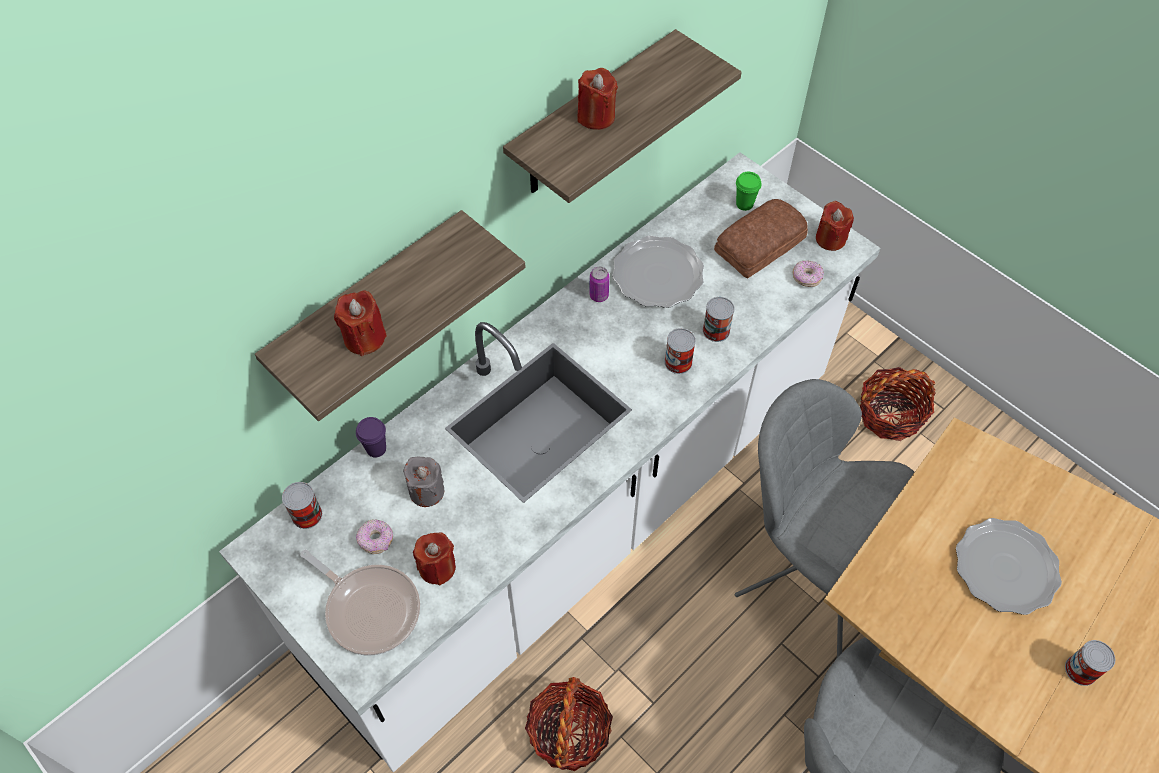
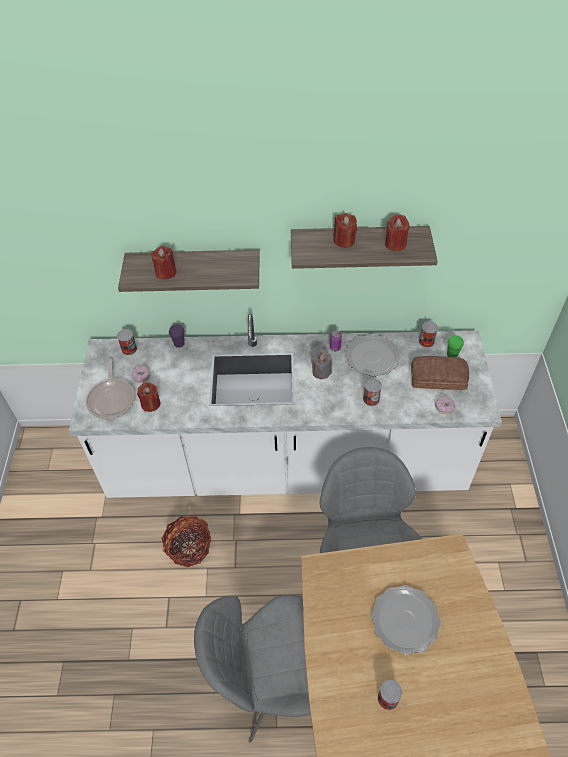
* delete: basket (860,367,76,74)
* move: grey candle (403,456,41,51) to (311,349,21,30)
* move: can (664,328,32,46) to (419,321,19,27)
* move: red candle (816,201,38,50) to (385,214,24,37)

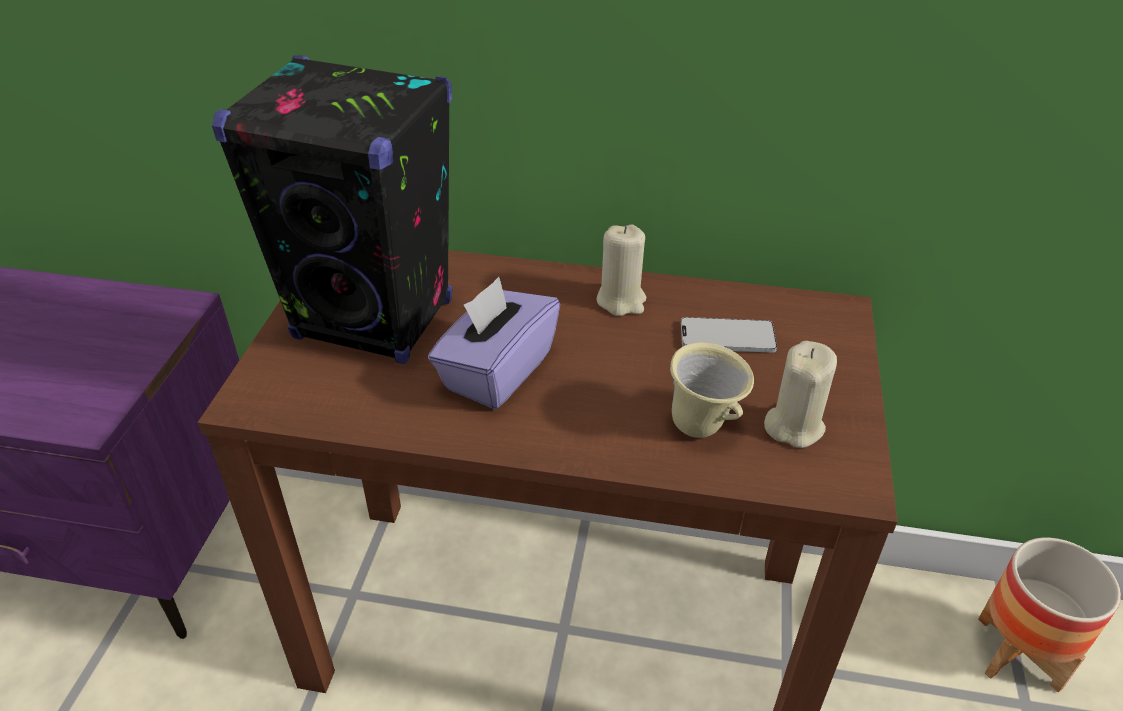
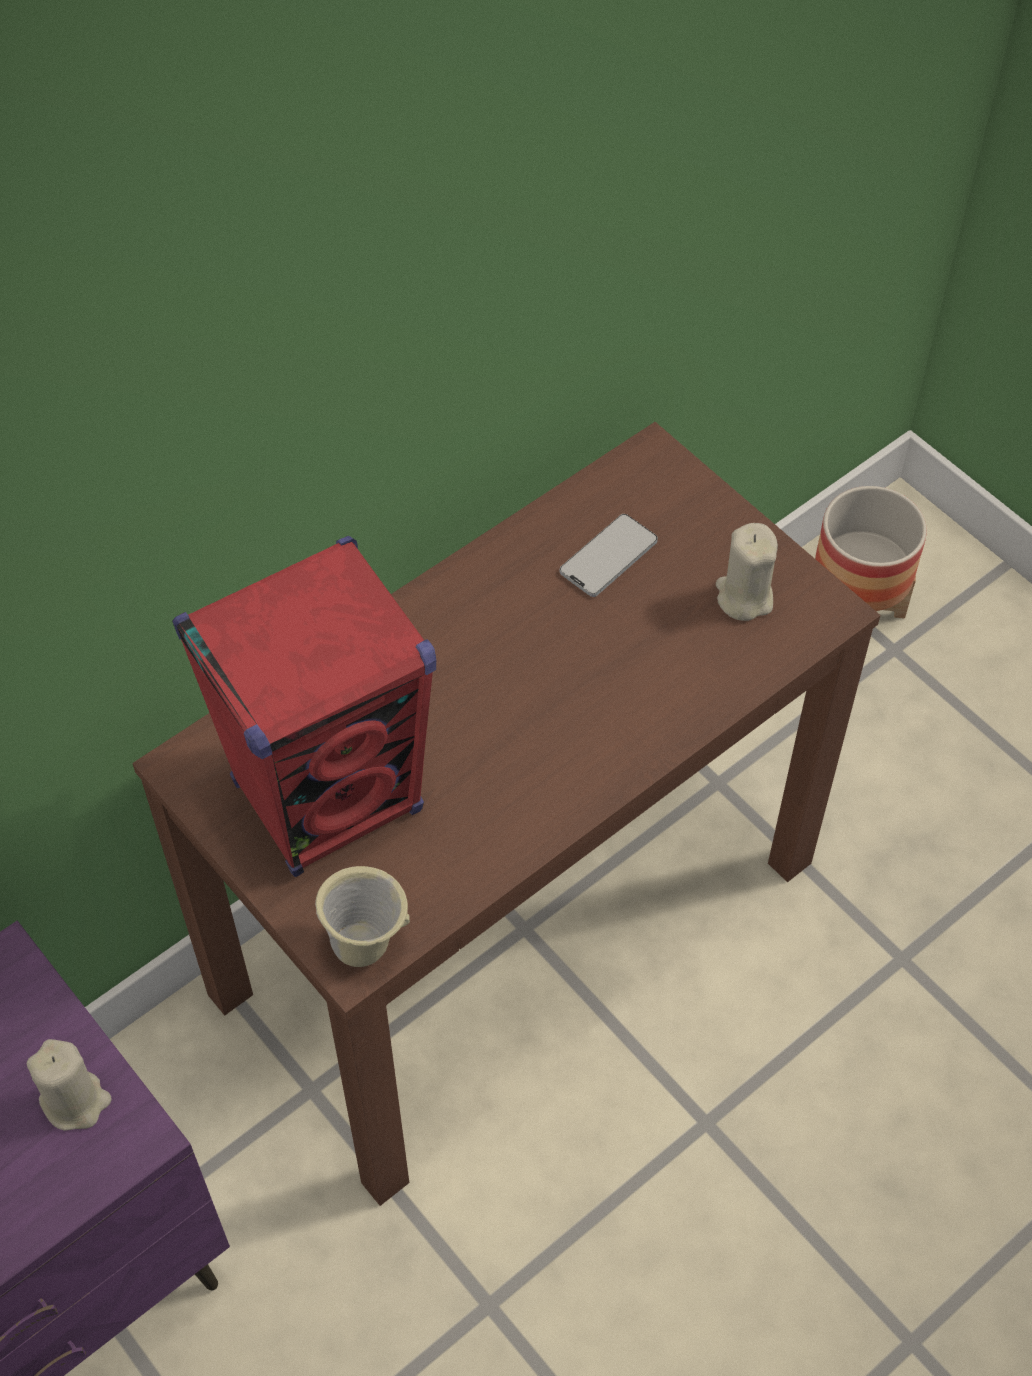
* delete: purple tissue box (428,277,132,132)
* move: beige candle (597,224,49,92) to (27,1039,85,92)
* move: beige mug (670,342,84,96) to (315,866,95,101)
* recolor: black speaker (212,55,240,310) to red speaker (172,536,264,341)

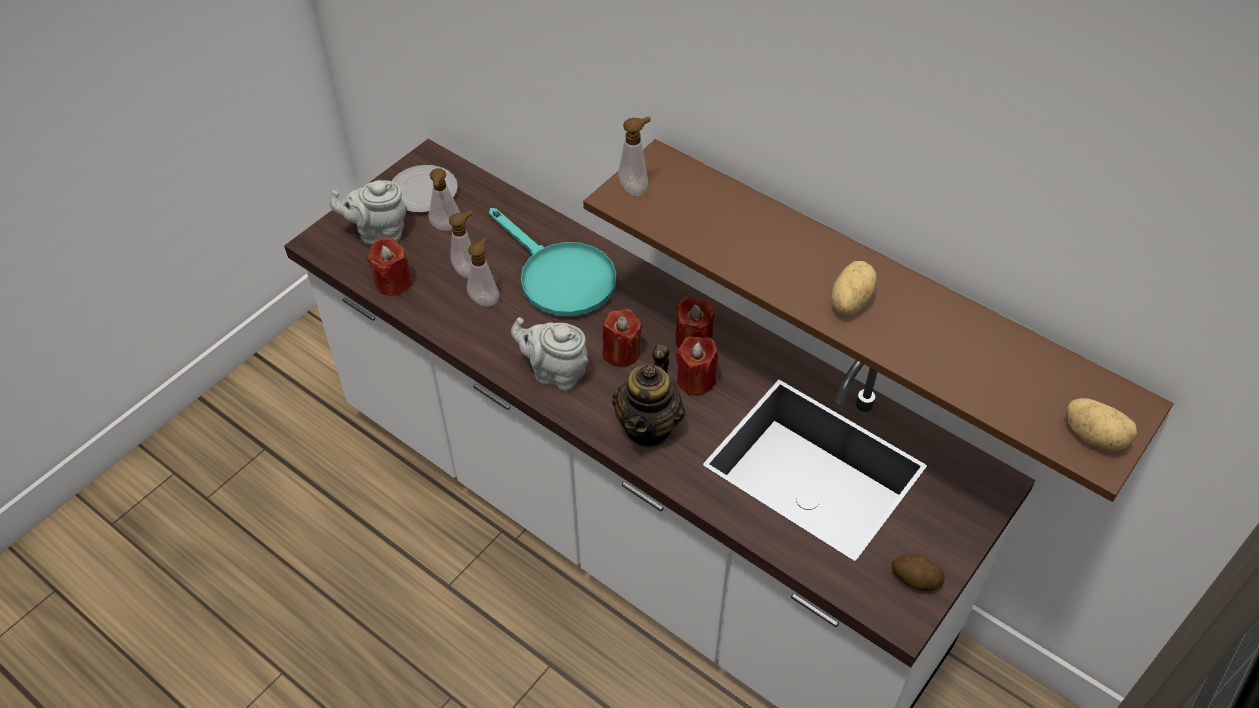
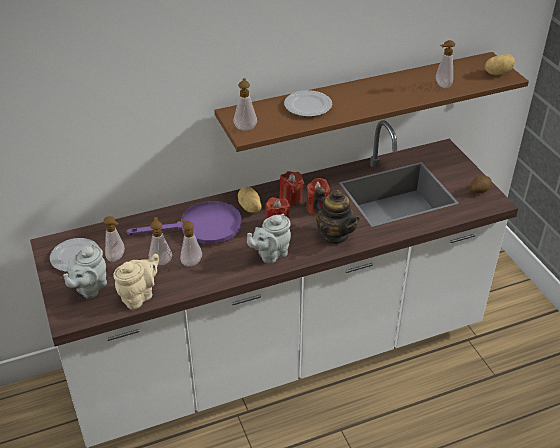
* insert: plate (284,90,48,27)
* insert: soap dispenser (436,40,19,48)
* move: potato (831,261,46,54) to (238,187,24,26)
* replace: red candle (367,237,45,59) to beige teapot (113,254,46,55)
* recolor: turquoise frying pan (489,208,127,109) to purple frying pan (127,201,115,43)

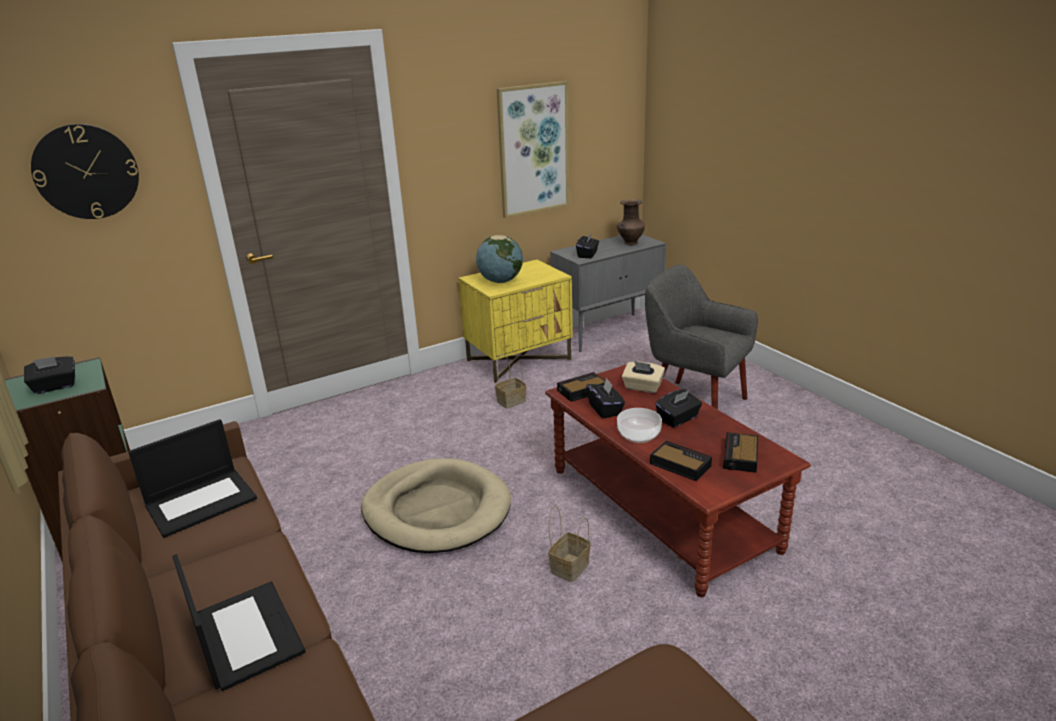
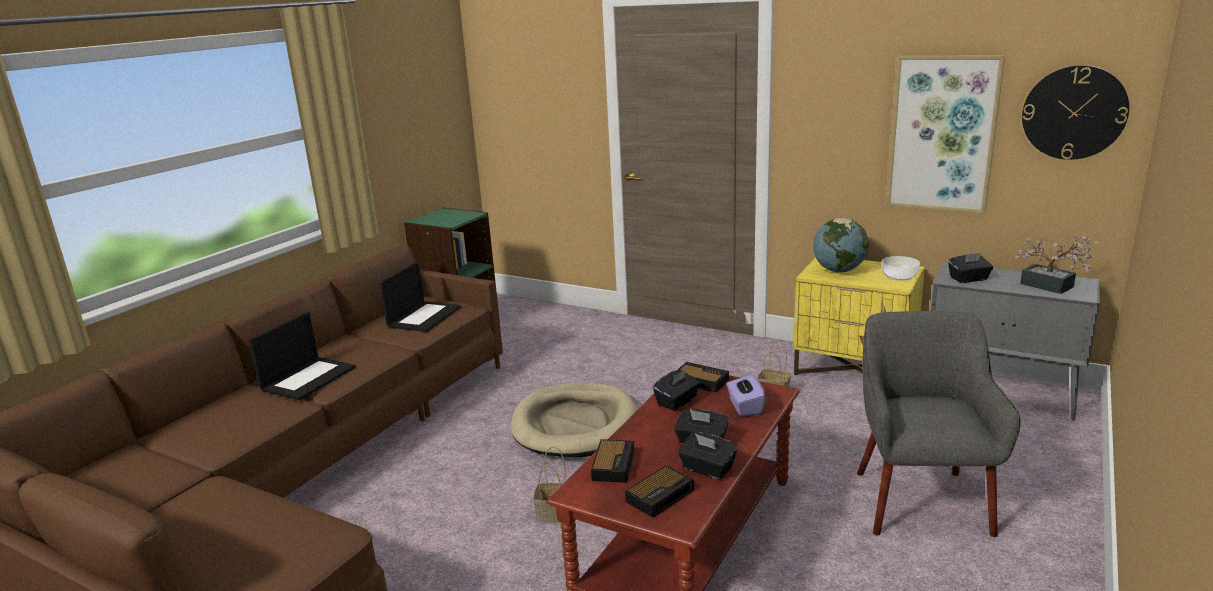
* move: black tissue box (24,356,51,38) to (678,432,60,47)
* move: wall clock (31,124,108,95) to (1022,65,107,95)
* move: bowl (617,408,45,35) to (881,256,39,25)
* replace: brown vase (617,199,28,46) to potted plant (1015,235,83,59)
* recolor: beige tissue box (622,361,43,32) to purple tissue box (726,373,40,43)
* rotate: laptop (128,419,129,119) = (379,261,82,71) 90 degrees counterclockwise
* rotate: alarm clock (723,432,35,41) = (625,466,69,52) 150 degrees clockwise

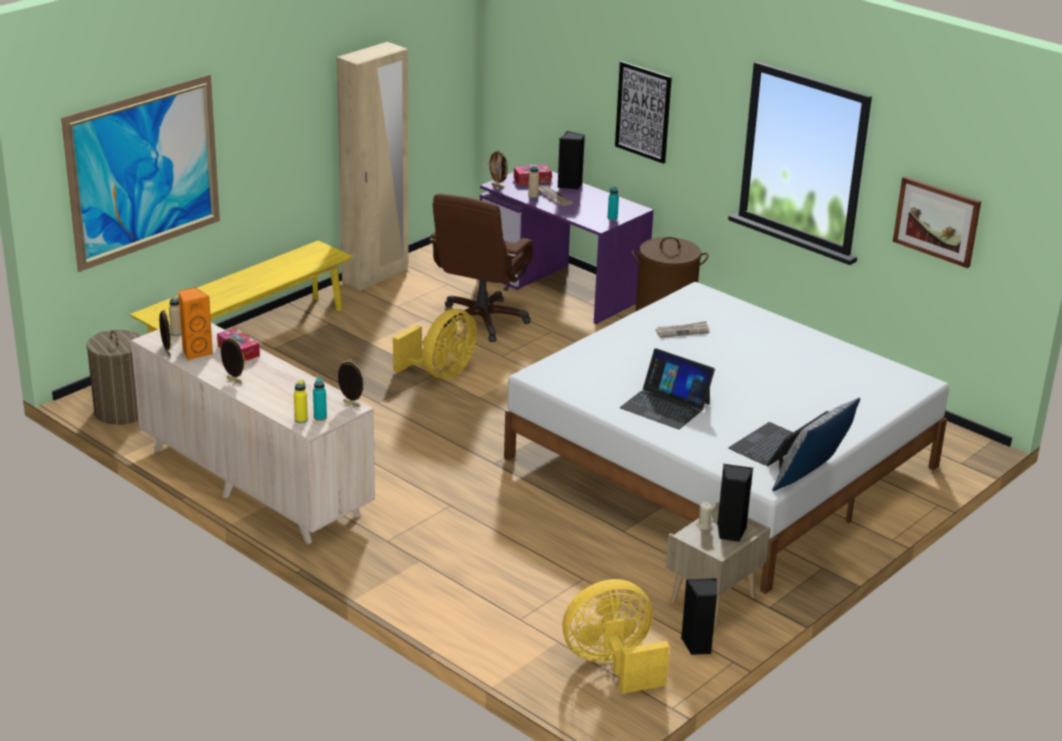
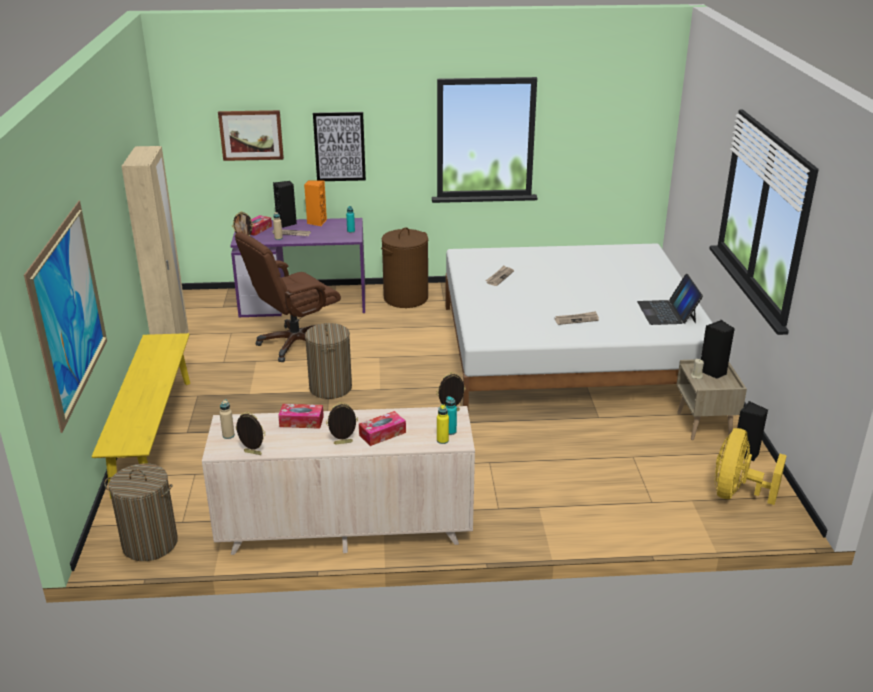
* delete: pillow (772,397,88,94)
* insert: tissue box (359,411,47,35)
* move: orange speaker (178,287,35,73) to (304,180,23,46)
* move: picture (893,176,88,92) to (218,110,66,51)
* replace: yellow fan (393,309,84,70) to laundry basket (305,323,47,76)
* replace: laptop (620,348,95,81) to newspaper (554,311,45,14)
* rotate: brown office chair (429,194,104,148) = (235,232,106,130) 75 degrees clockwise

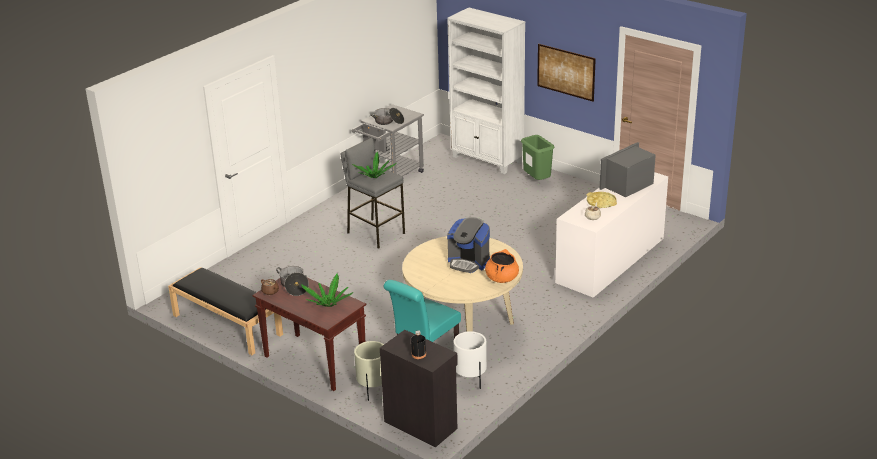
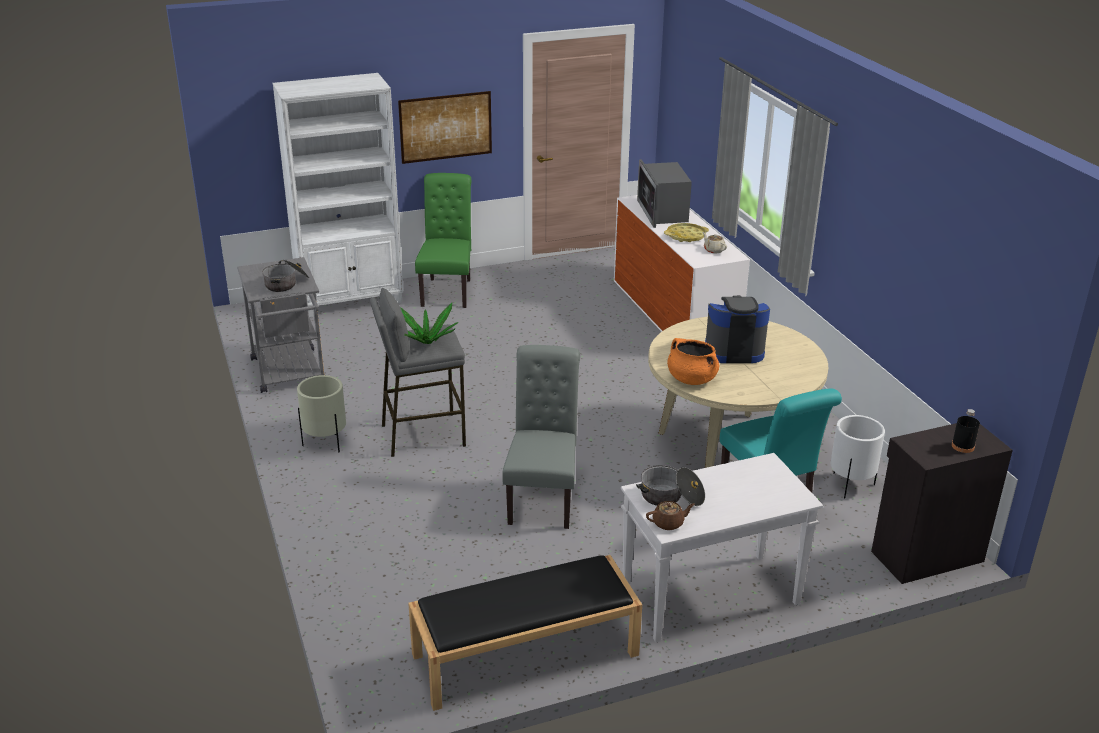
* delete: potted plant (301,273,52,34)
* insert: grey chair (502,345,78,184)
* move: beige planter (354,341,30,60) to (297,375,49,77)
* move: orange cooking pot (485,249,34,34) to (667,338,52,47)
* replace: green trash can (521,135,33,45) to green chair (415,173,57,135)
* recolor: brown console table (252,278,114,113) to white console table (621,453,202,189)
* rotate: coffee machine (447,217,43,56) = (705,296,65,67) 150 degrees counterclockwise

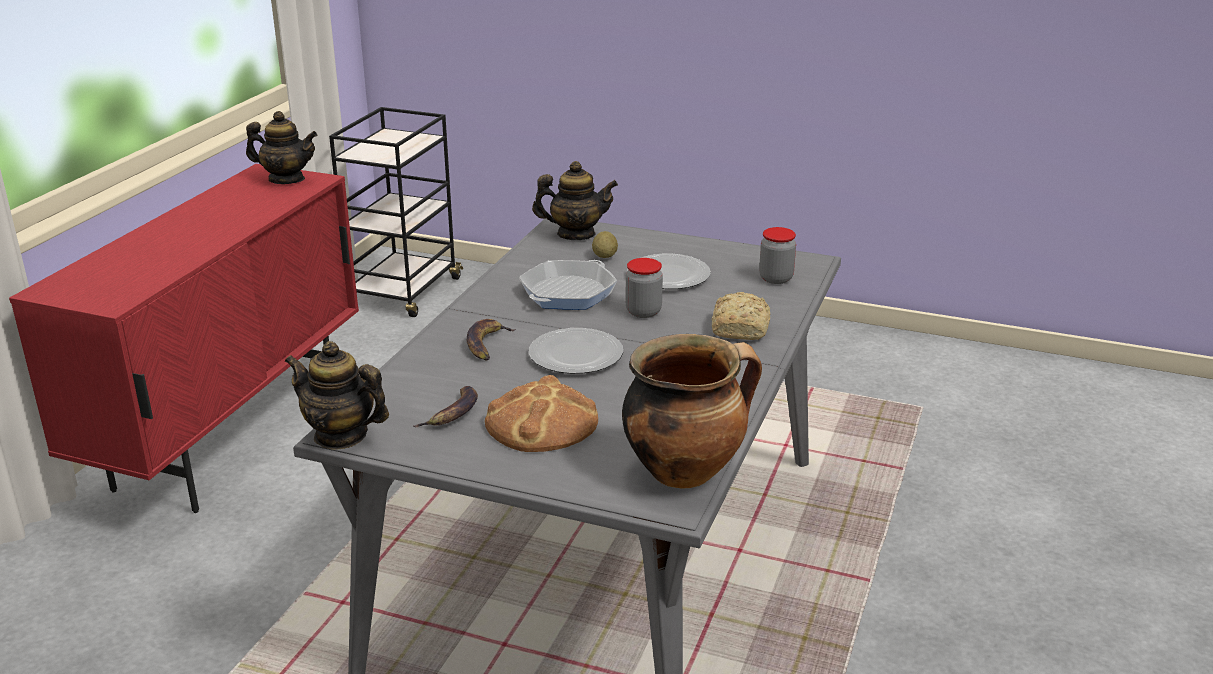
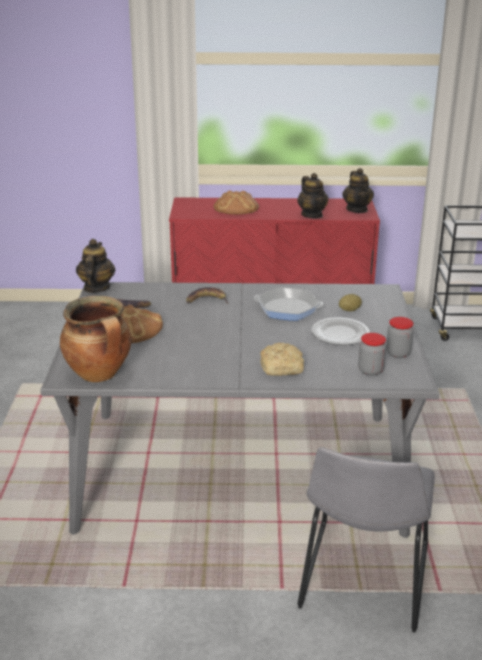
* delete: plate (529,328,94,46)
* insert: bread (214,190,45,25)
* insert: grey chair (297,447,138,186)
* move: teapot (532,161,86,79) to (297,173,31,45)
* move: jar (626,258,37,60) to (386,317,28,41)

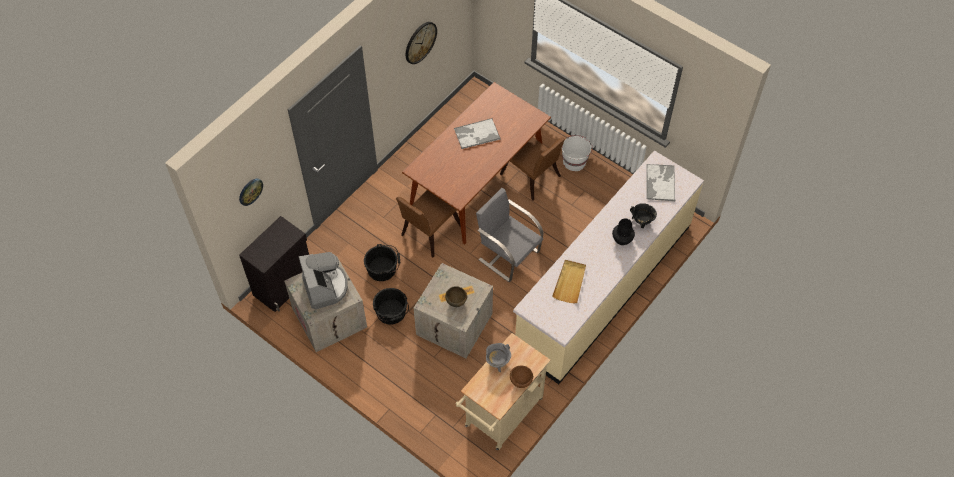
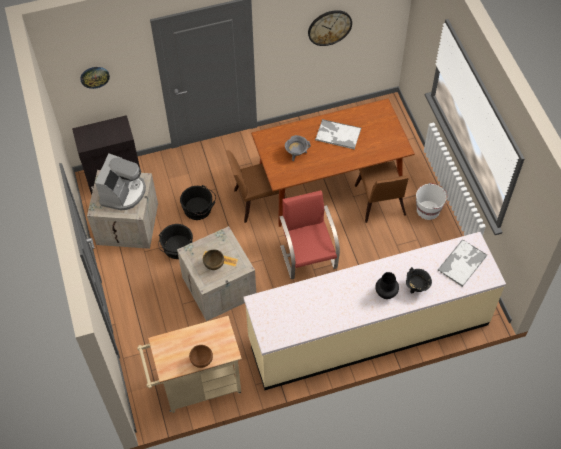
* delete: beige tray (552,260,34,43)
* move: grey cooking pot (486,343,25,29) to (285,135,26,26)
* recolor: grey chair (476,188,68,94) to red chair (280,190,60,89)

